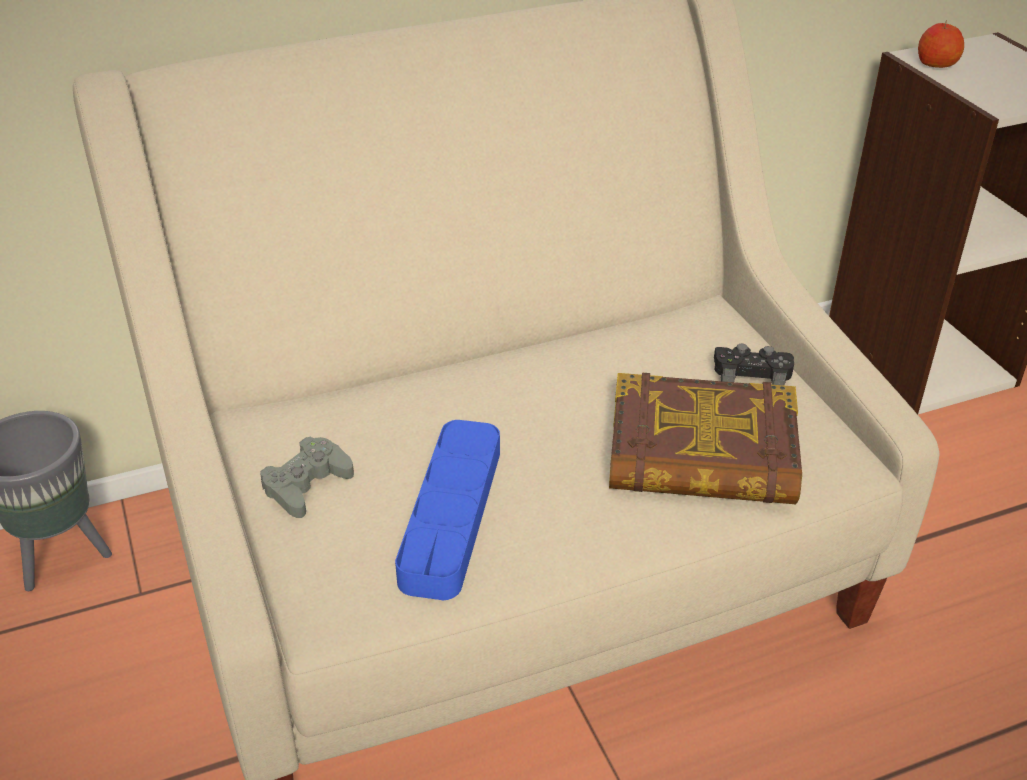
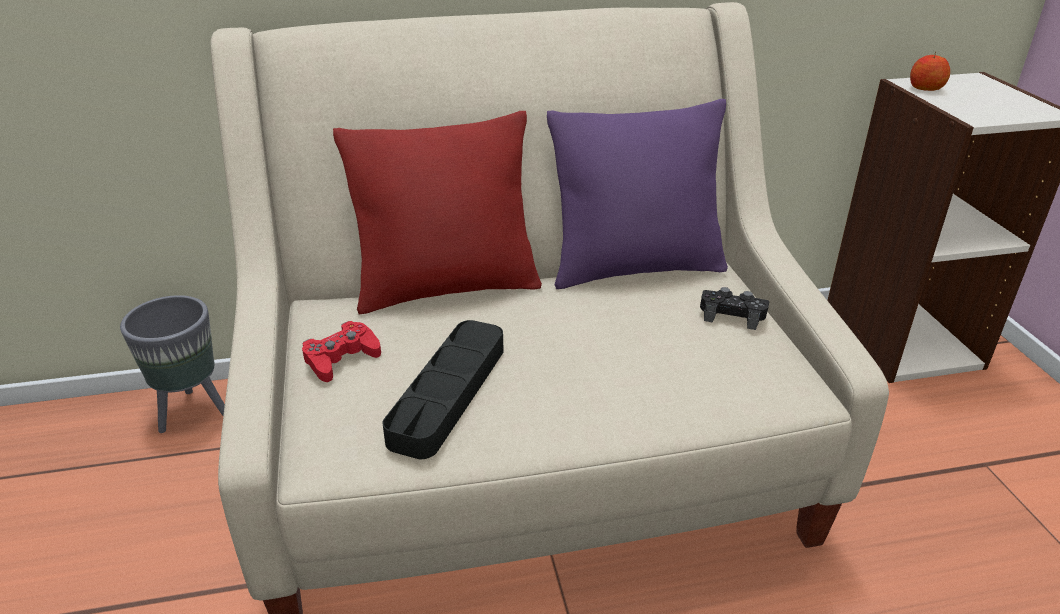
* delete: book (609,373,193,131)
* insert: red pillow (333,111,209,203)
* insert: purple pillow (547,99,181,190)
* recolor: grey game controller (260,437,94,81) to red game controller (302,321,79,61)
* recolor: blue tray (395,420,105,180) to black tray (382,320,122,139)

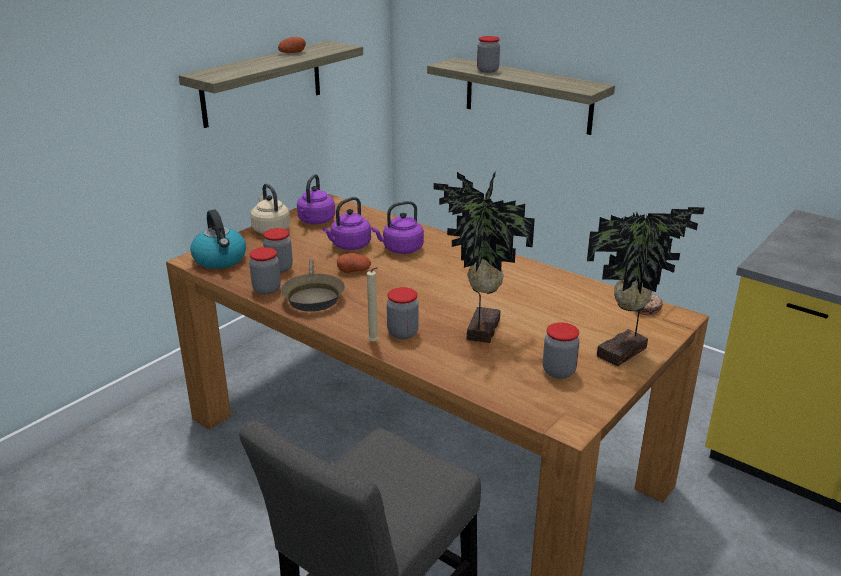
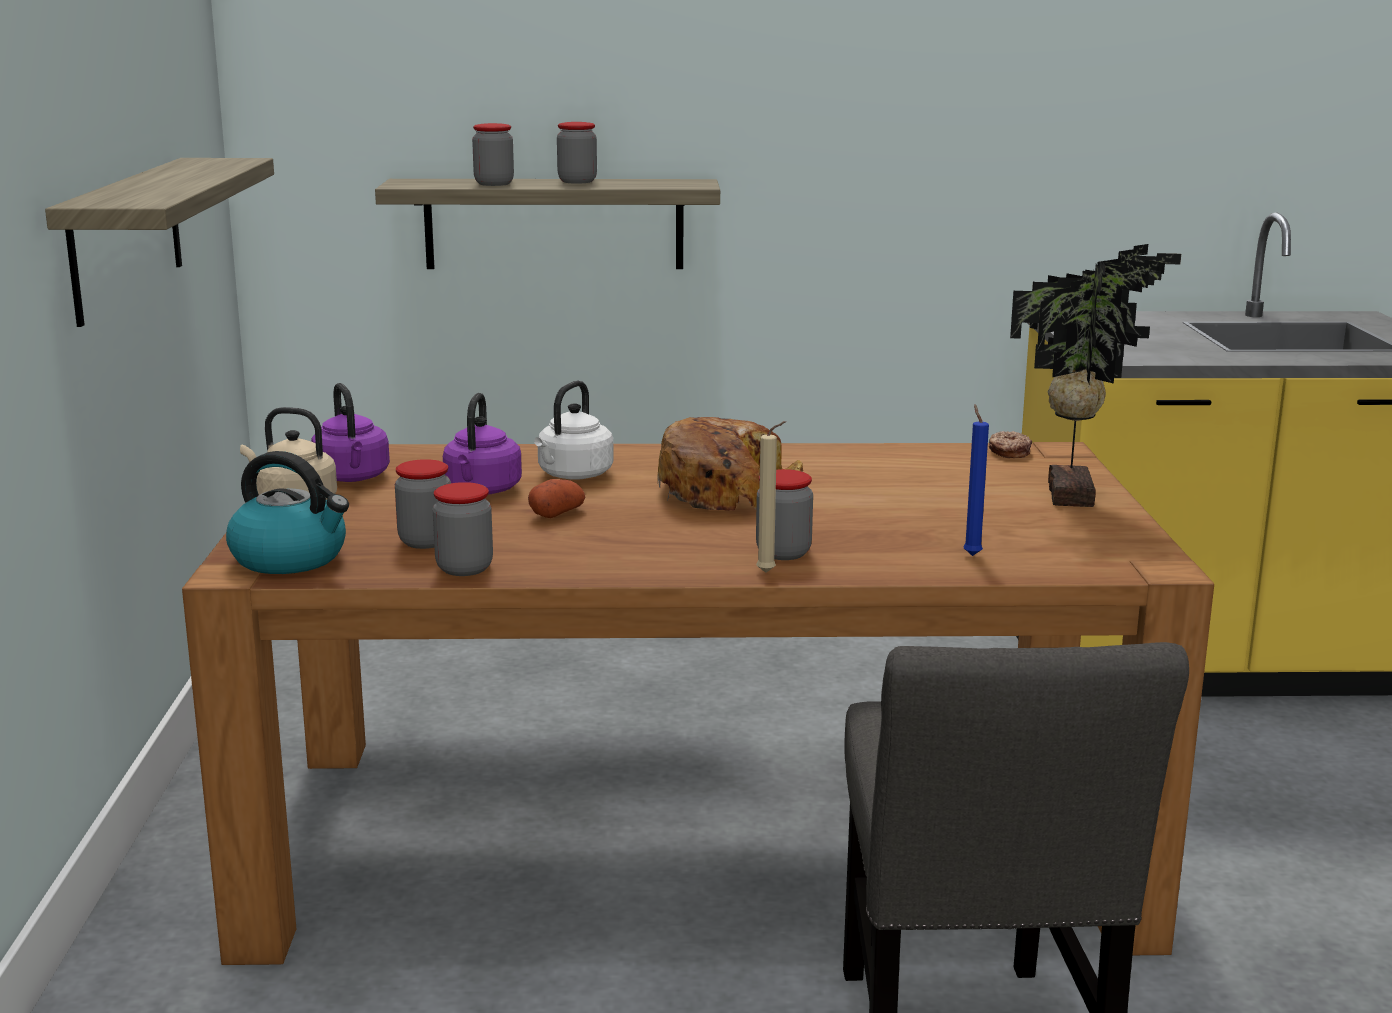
* delete: potato (278,37,28,16)
* delete: brown frying pan (281,259,64,53)
* delete: potted plant (433,170,102,173)
* insert: bread (657,417,146,94)
* insert: blue candle (964,404,25,152)
* move: jar (543,322,36,57) to (557,122,40,62)
* recolor: purple kettle (371,201,53,53) to white kettle (534,381,80,99)

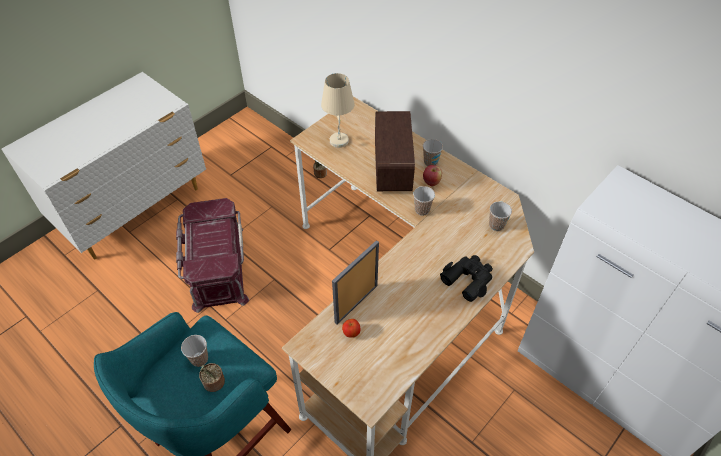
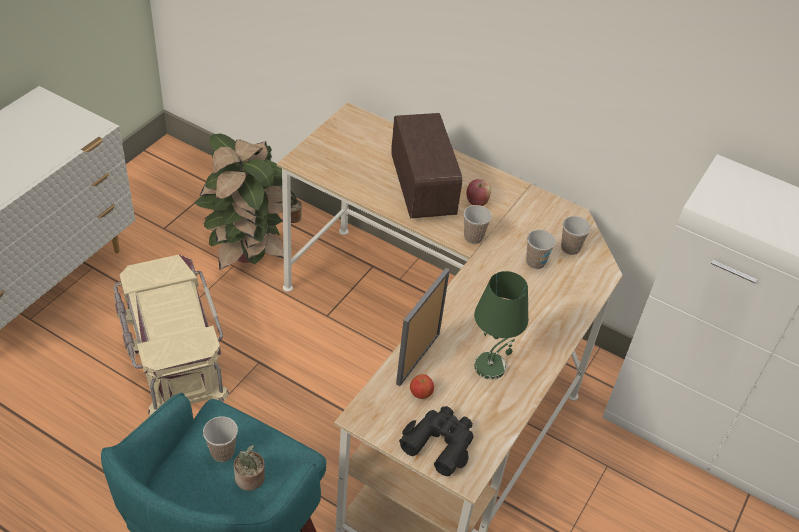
* delete: beige table lamp (321,73,34,75)
* insert: potted plant (195,133,99,137)
* insert: green table lamp (474,271,54,109)
* move: cup (423,139,20,27) to (526,230,30,39)
* move: black binoculars (440,255,53,47) to (399,406,75,70)
* recolor: red storage box (176,198,73,115) to beige storage box (113,255,116,161)

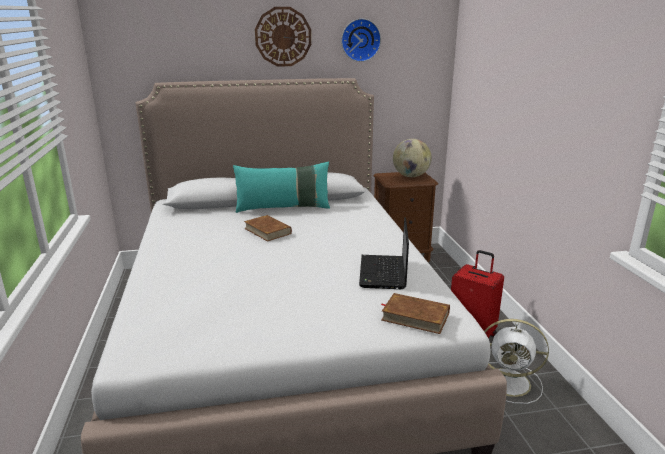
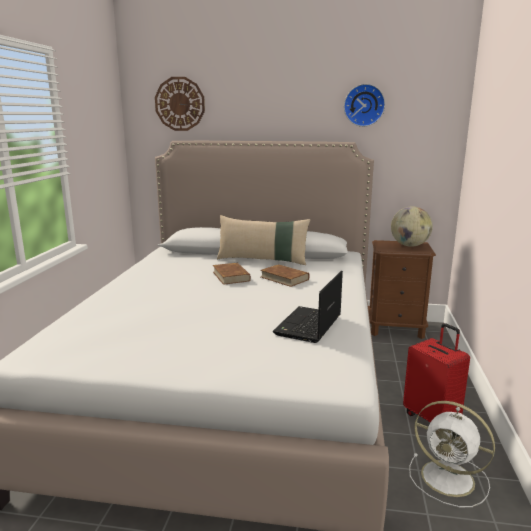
* move: wall clock (255,7,56,60) to (155,77,50,54)
* move: brown book (380,293,70,41) to (260,264,49,23)
* recolor: turquoise pillow (233,162,97,51) to beige pillow (217,215,94,50)

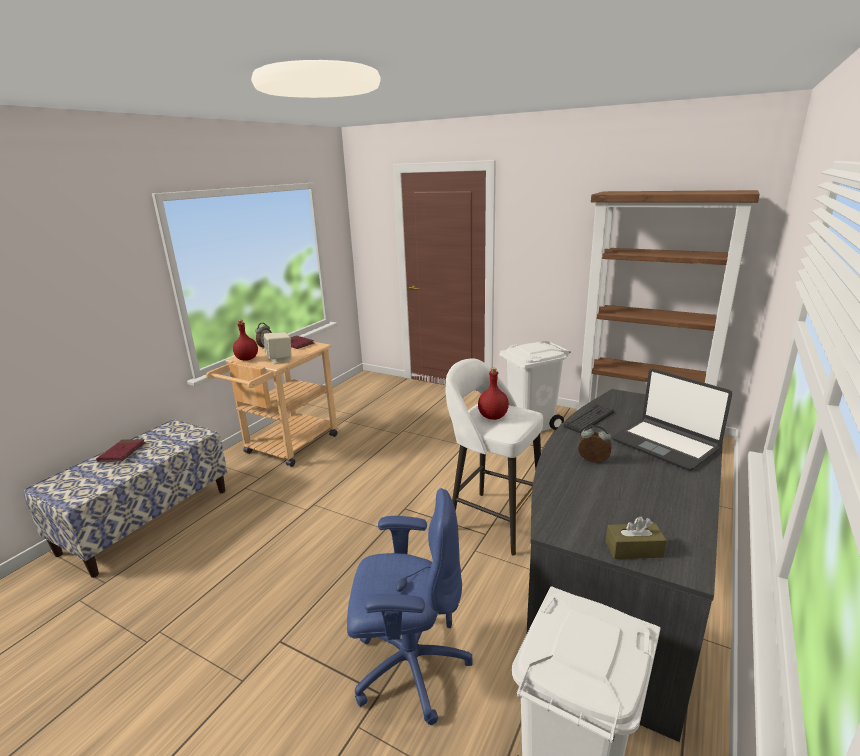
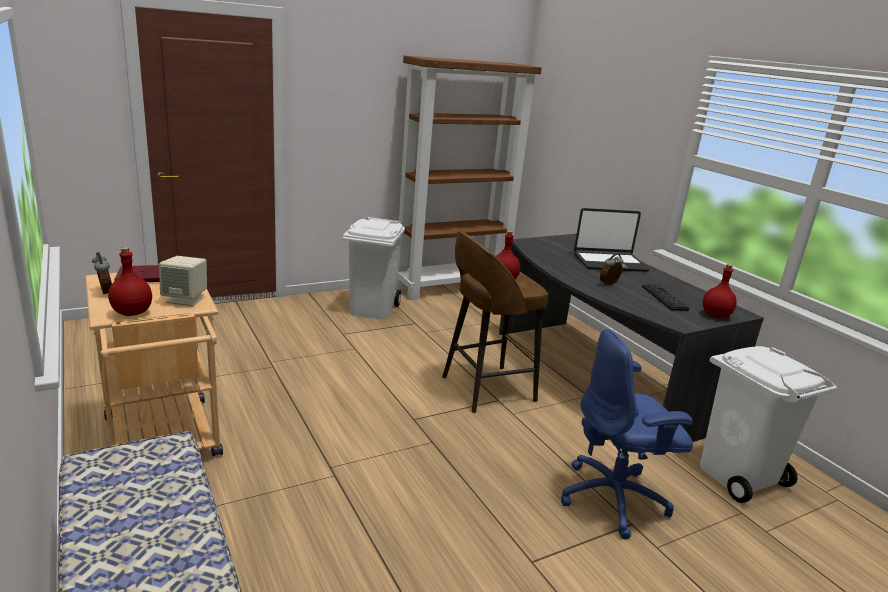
* delete: red book (96,439,50,23)
* move: keyboard (564,405,50,28) to (642,284,47,27)
* replace: brown tissue box (606,516,61,43) to red bottle (703,264,34,55)
* recolor: white stool (446,359,97,197) to brown stool (442,231,106,182)
* rotate: blue office chair (347,488,126,237) = (561,329,132,211) 135 degrees counterclockwise

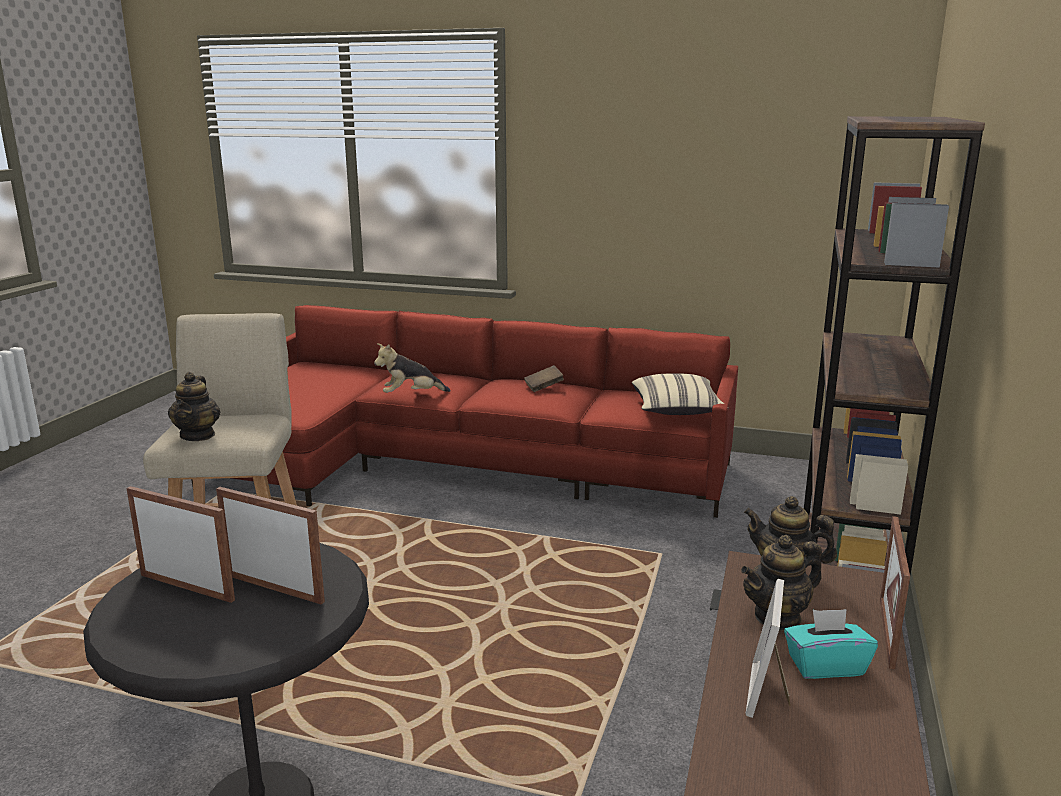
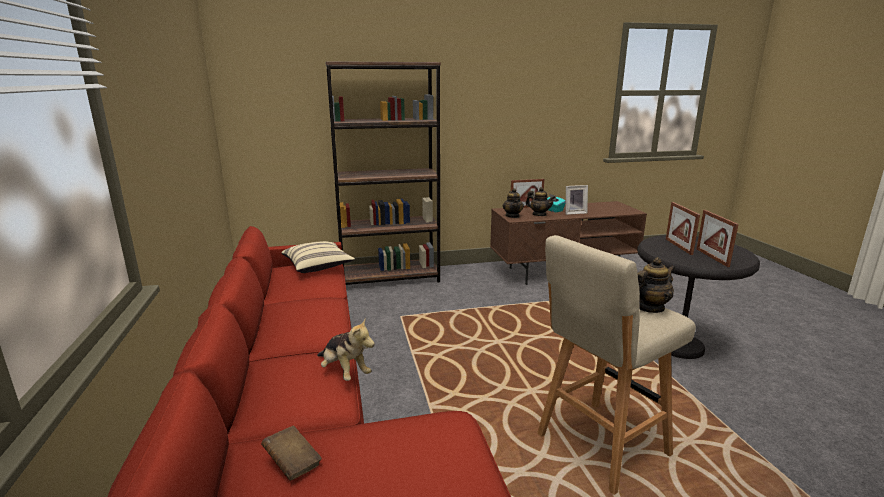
* move: brown book (524,365,40,27) to (261,425,61,56)

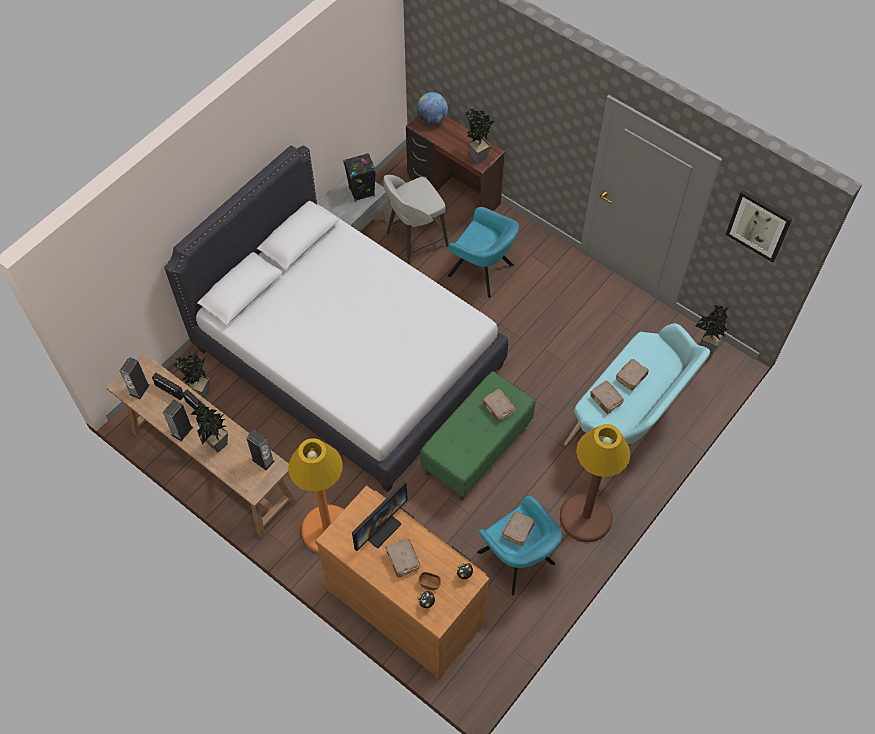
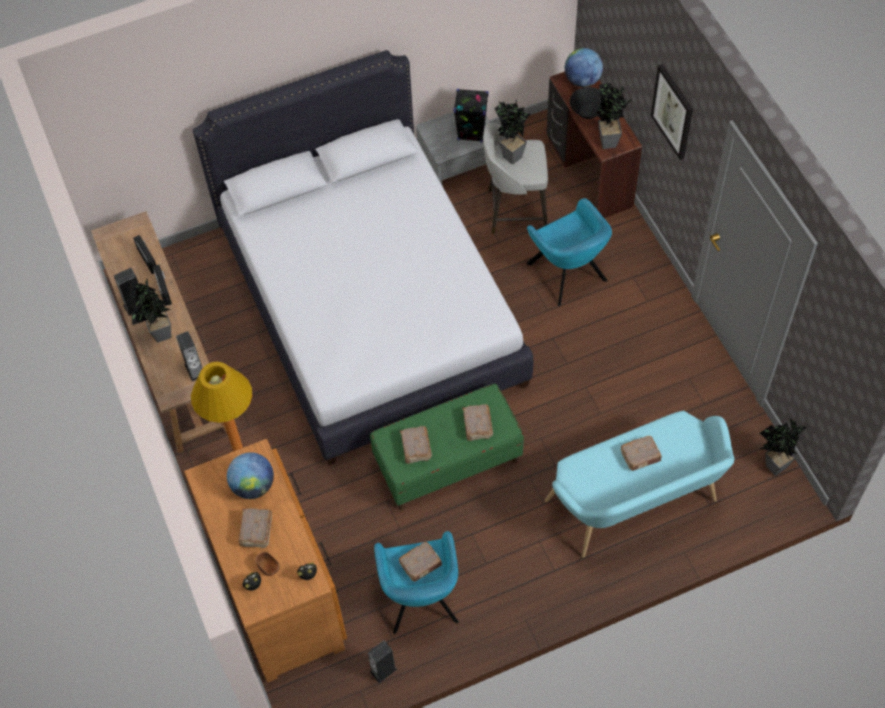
* delete: brown floor lamp (560,424,71,118)
* insert: black bowl (570,87,31,32)
* move: speaker (120,357,30,42) to (368,640,29,43)
* move: potted plant (174,351,36,48) to (494,99,36,65)
* move: brown book (590,381,34,33) to (400,426,32,38)
* move: picture (726,190,67,72) to (651,64,42,96)
* replace: monitor (352,481,56,70) to globe (227,452,47,47)

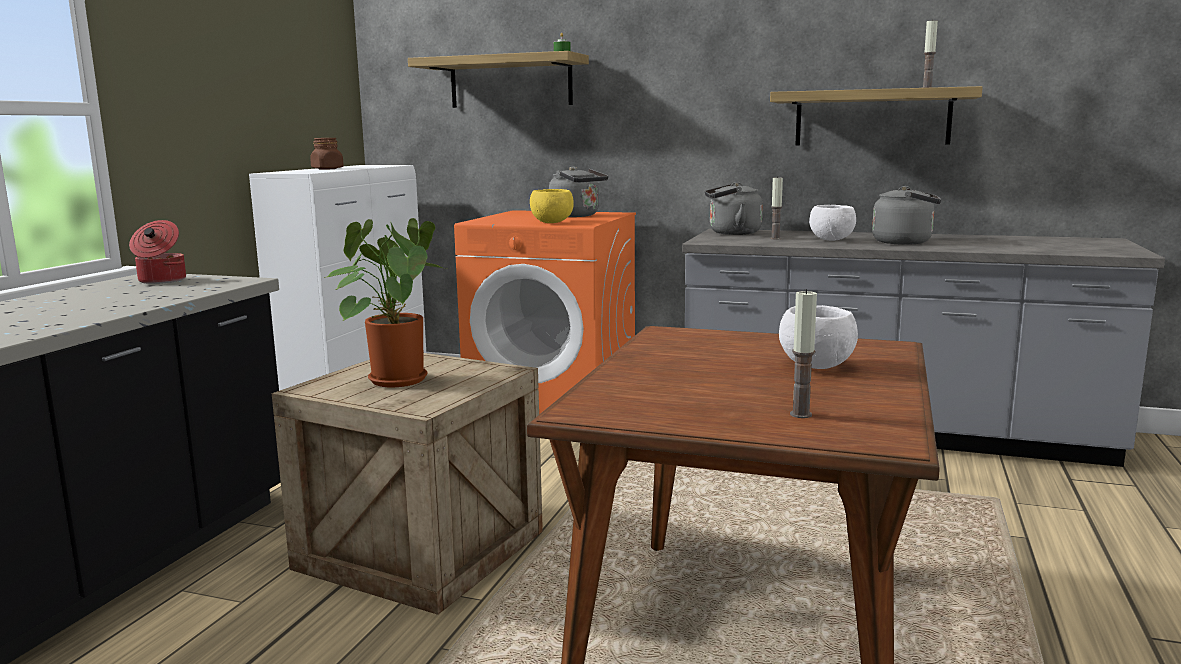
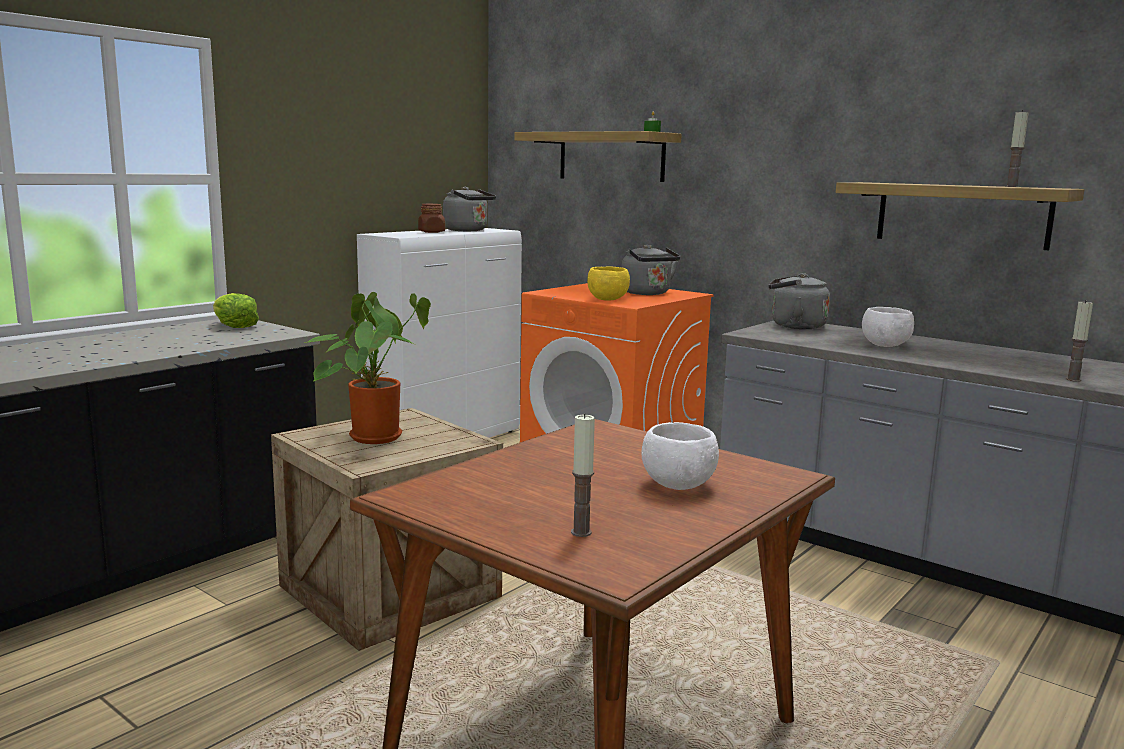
* move: candle (770,177,13,62) to (1066,300,27,82)
* move: grey kettle (872,186,69,59) to (443,187,53,44)
* replace: cooking pot (129,220,57,64) to lettuce (213,293,46,35)

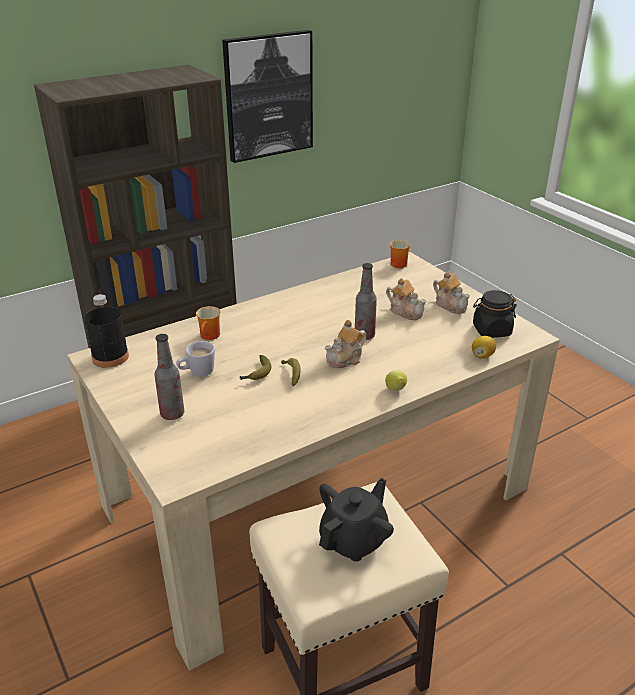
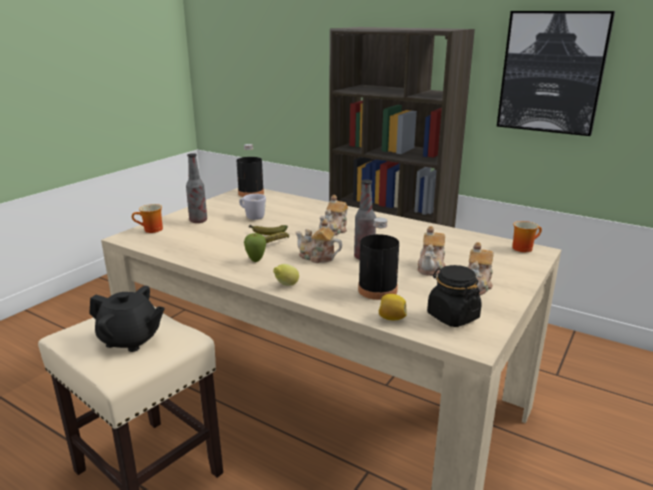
* insert: apple (244,233,22,29)
* insert: teapot (319,195,29,41)
* insert: black bottle (358,218,41,82)
* move: mug (196,306,25,34) to (132,204,31,29)

